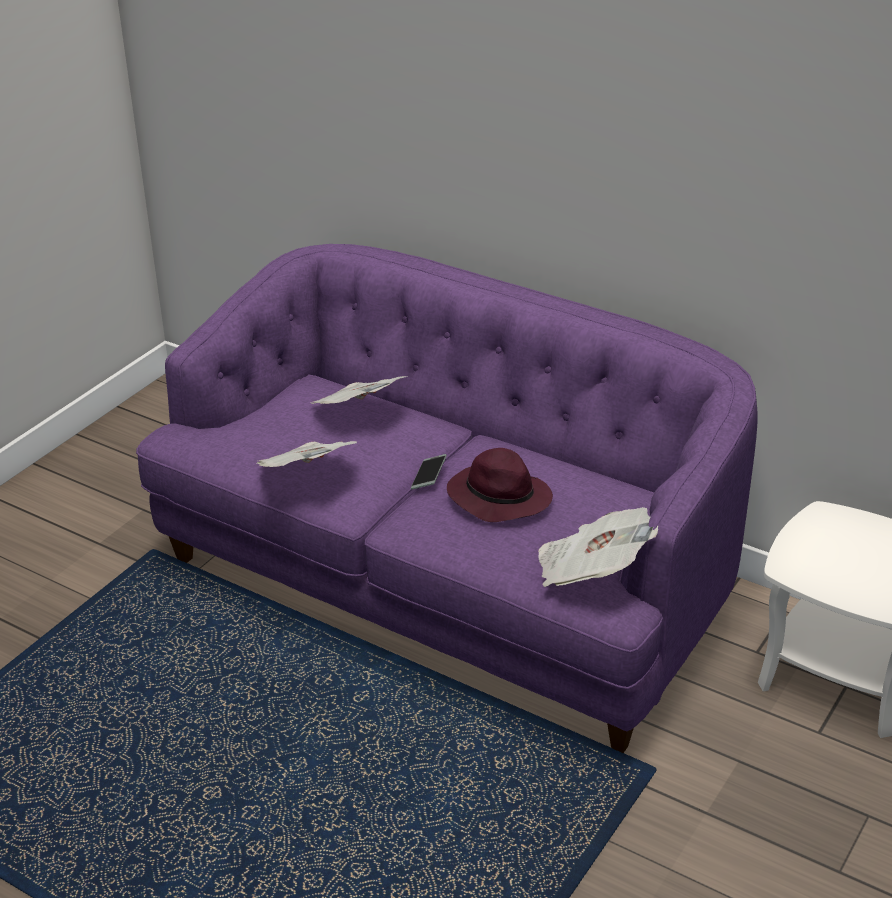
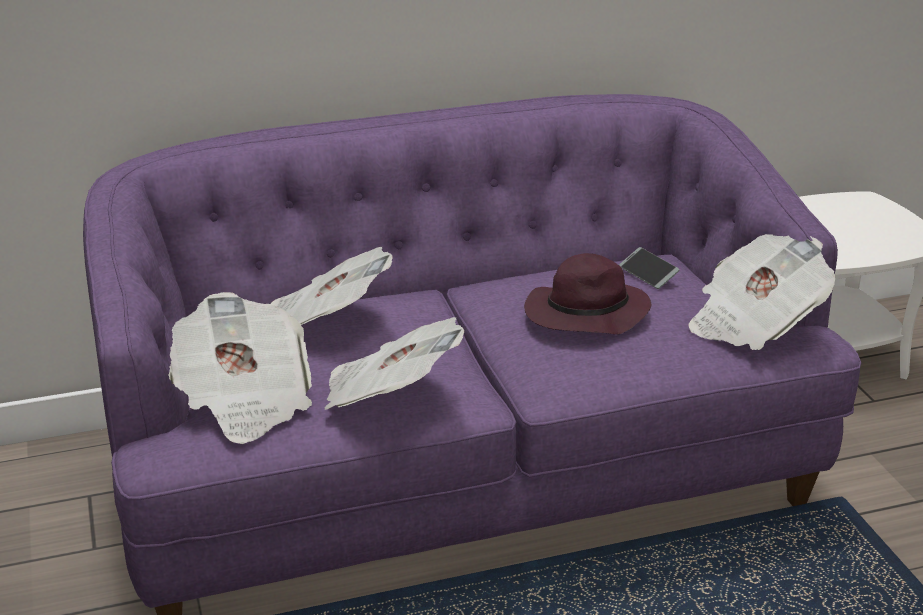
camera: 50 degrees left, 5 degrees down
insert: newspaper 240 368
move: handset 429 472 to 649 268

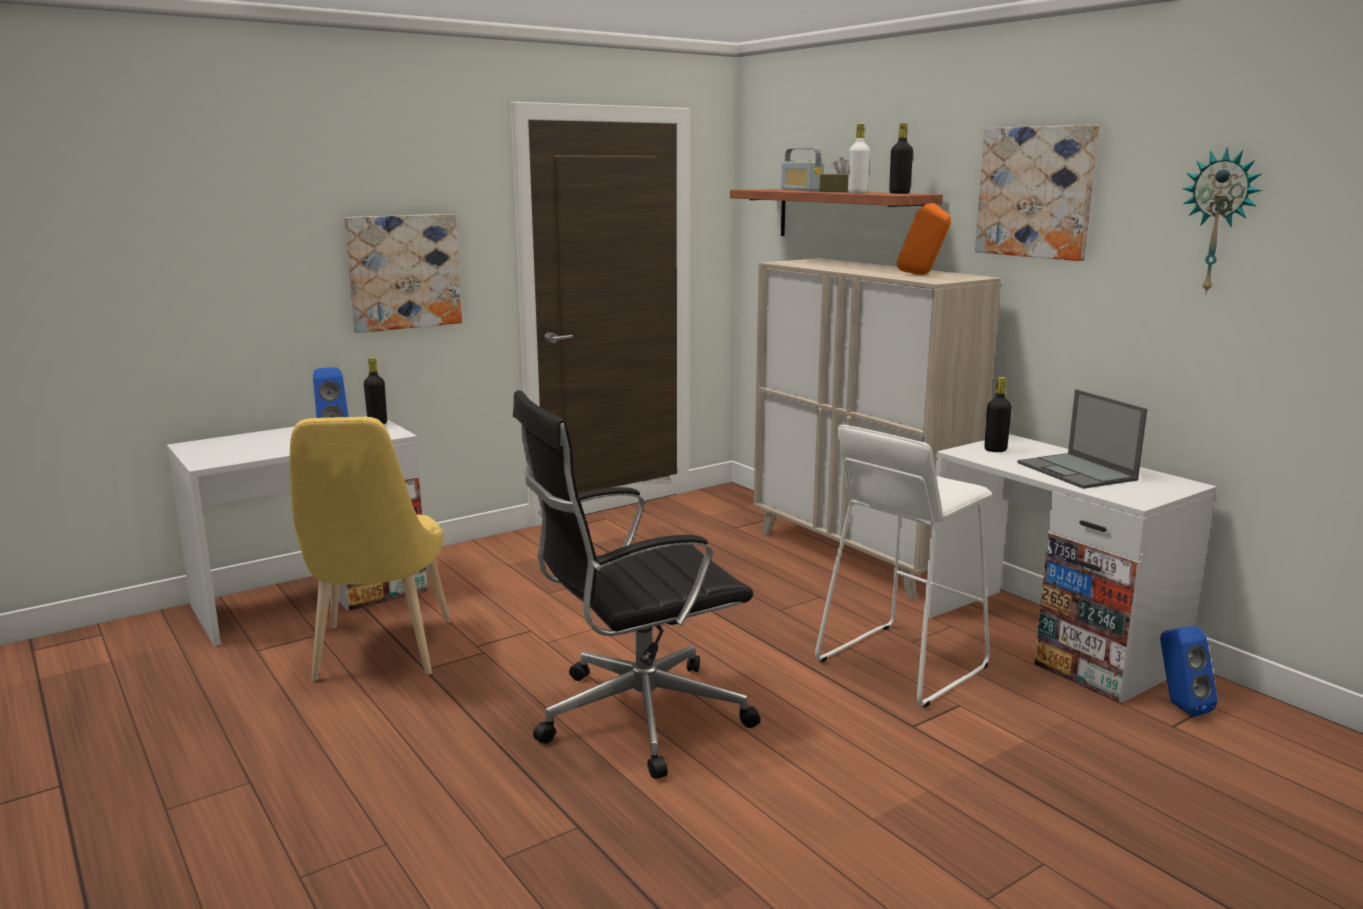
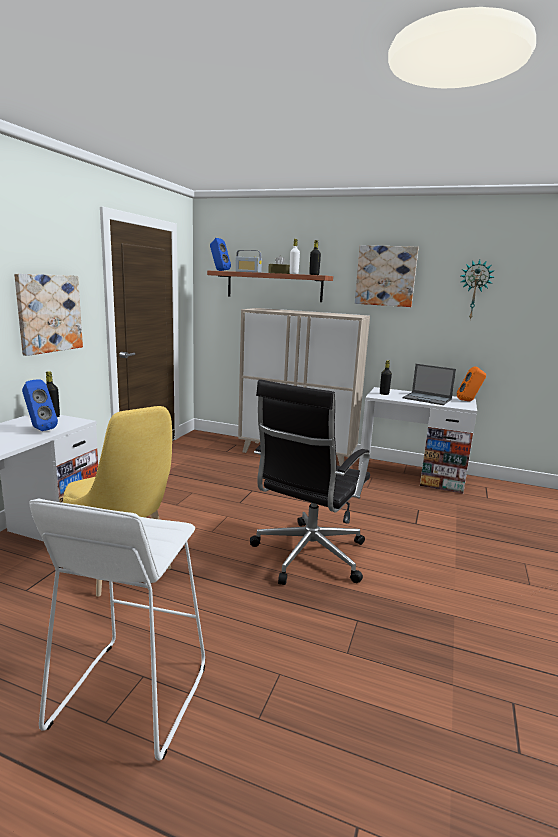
camera: 35 degrees left, 0 degrees up
move: speaker (orangey) 924 239 to 471 383; stool (whitish) 903 566 to 117 630; speaker (bluish) 1189 671 to 220 254

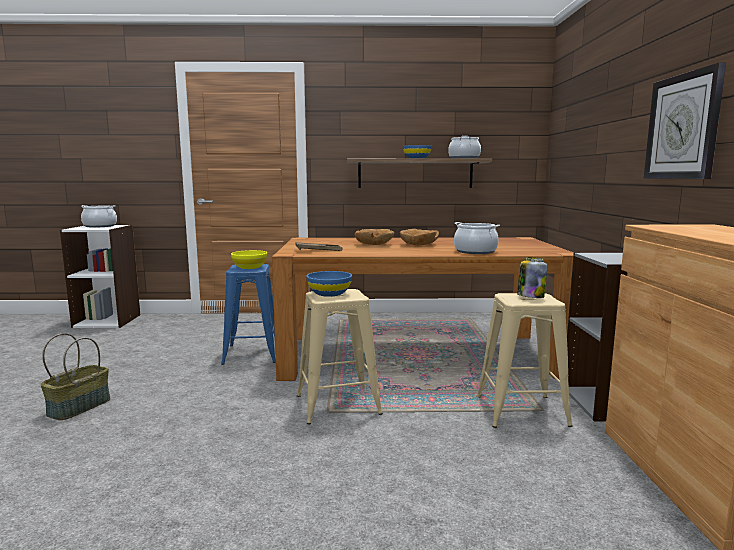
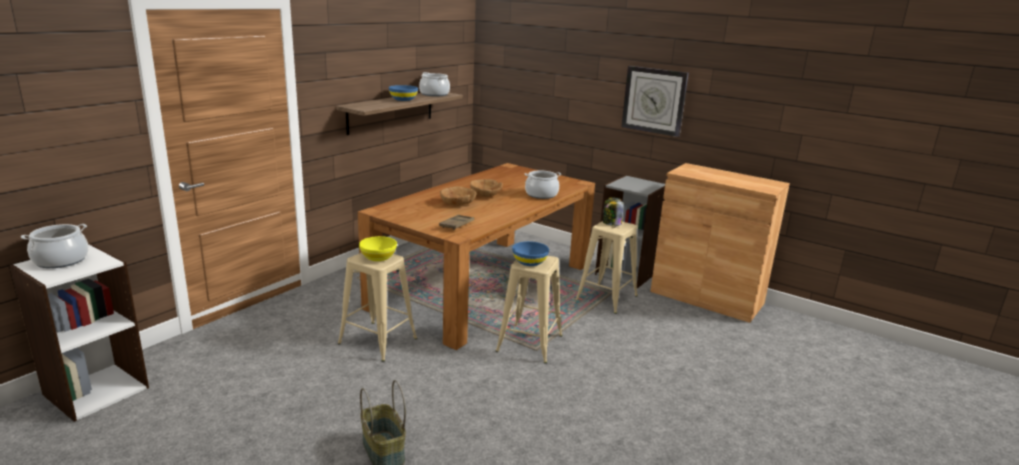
camera: 55 degrees left, 10 degrees up
recolor: stool (bluish) 248 314 to stool (sand-coloured) 377 307

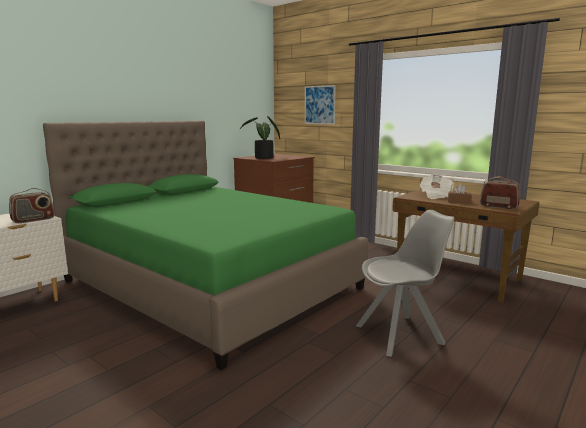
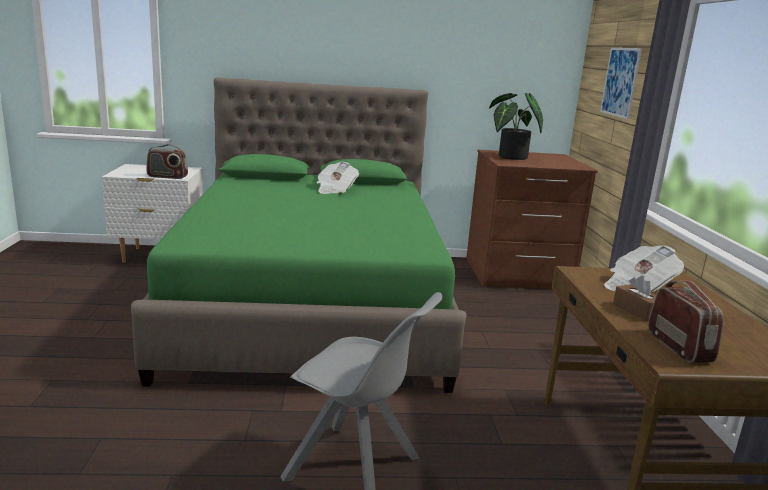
camera: 45 degrees right, 5 degrees up
insert: newspaper 338 178

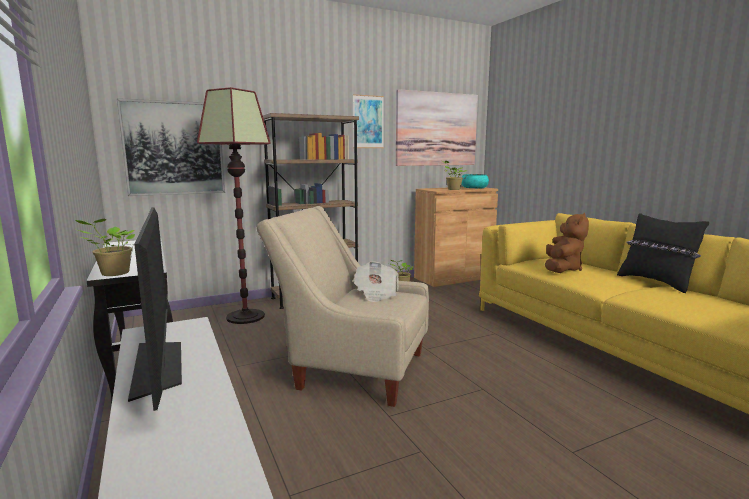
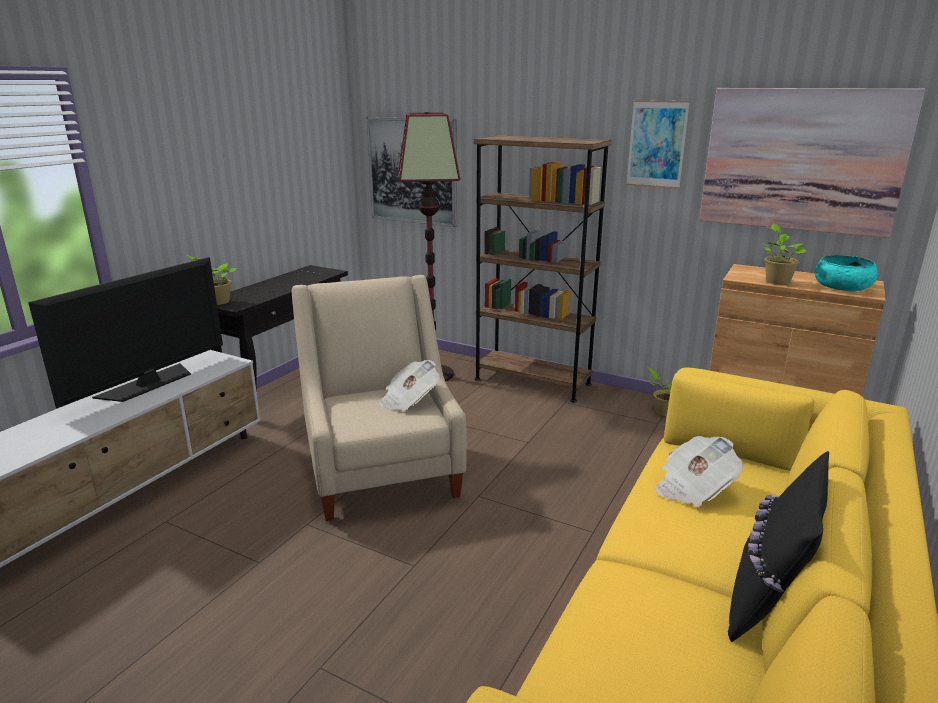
camera: 55 degrees right, 10 degrees up
replace: soft toy (brown-coloured) 567 243 to newspaper 699 471

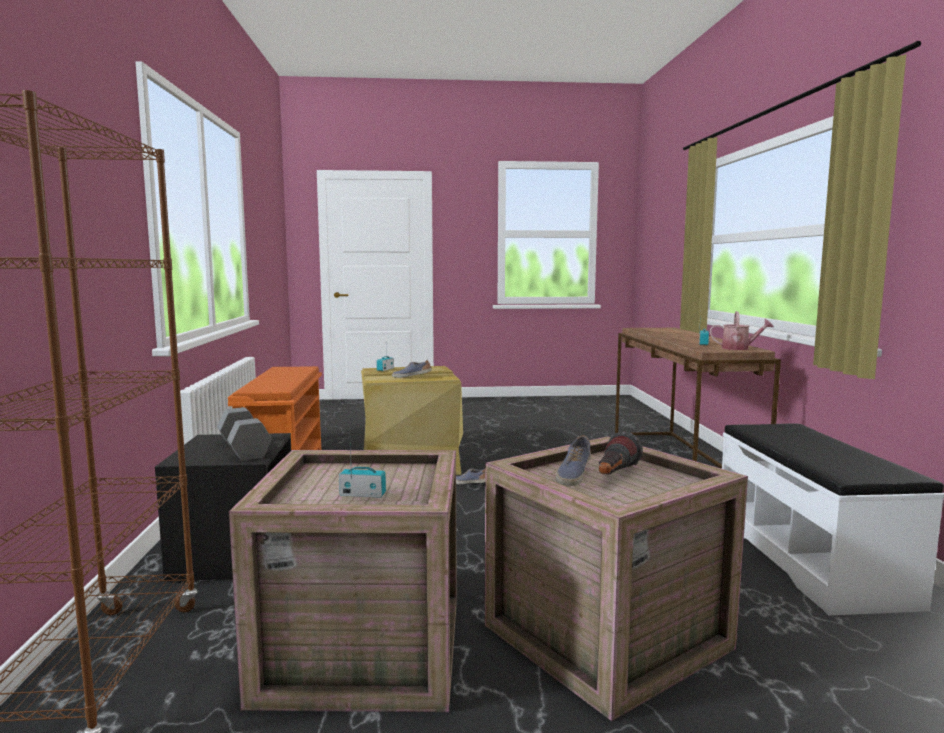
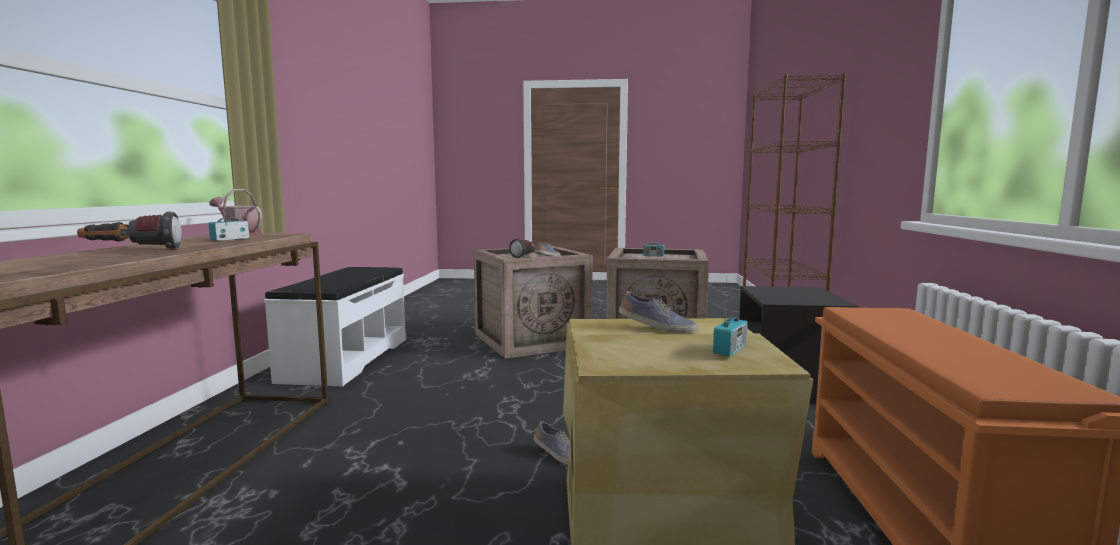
camera: 170 degrees left, 0 degrees up
delete: dumbbell (gray) 244 434
insert: flashlight 129 231

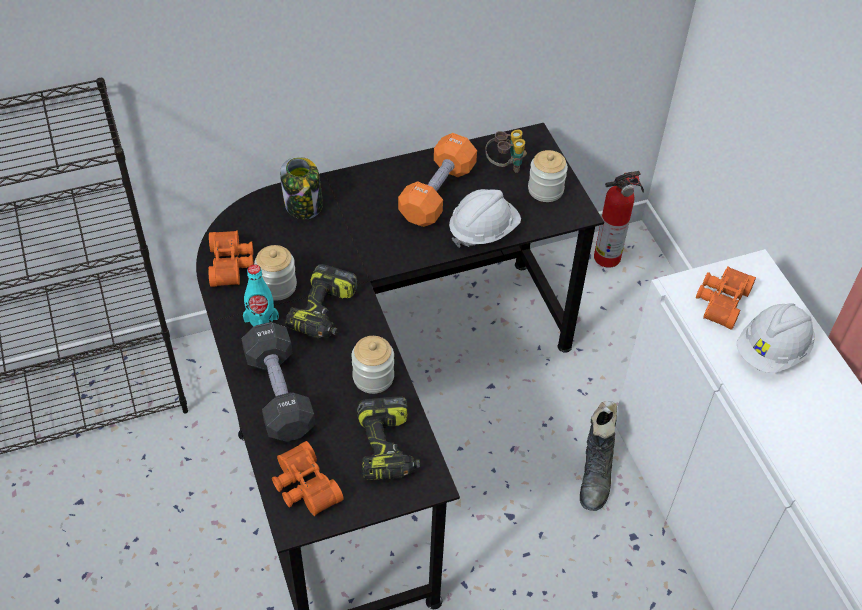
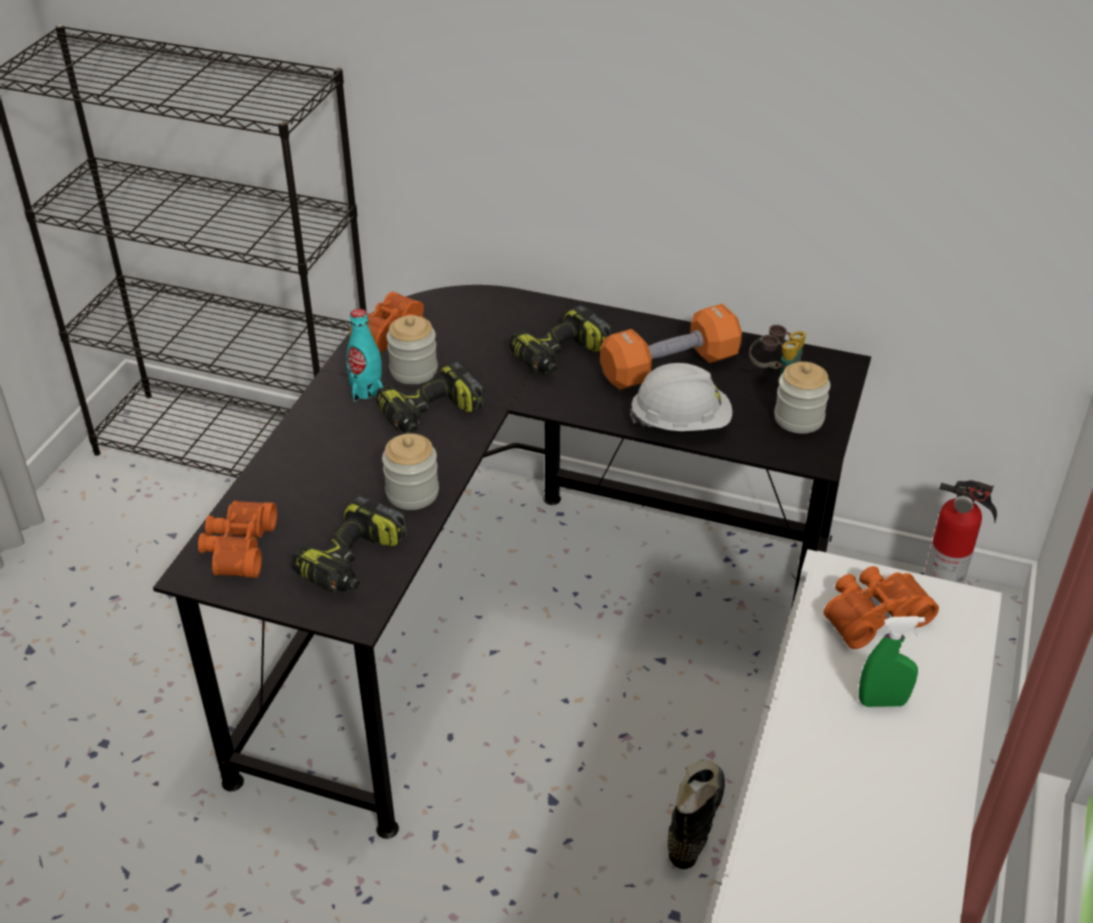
camera: 40 degrees right, 10 degrees down
delete: preserve jar 301 188; dumbbell (black-coloured) 278 382
insert: power drill 560 339
replace: hard hat (whitish) 776 338 to spray bottle (green) 892 661
rotate: high-top boot (black-coloured) 598 456 = 696 814 150 degrees clockwise

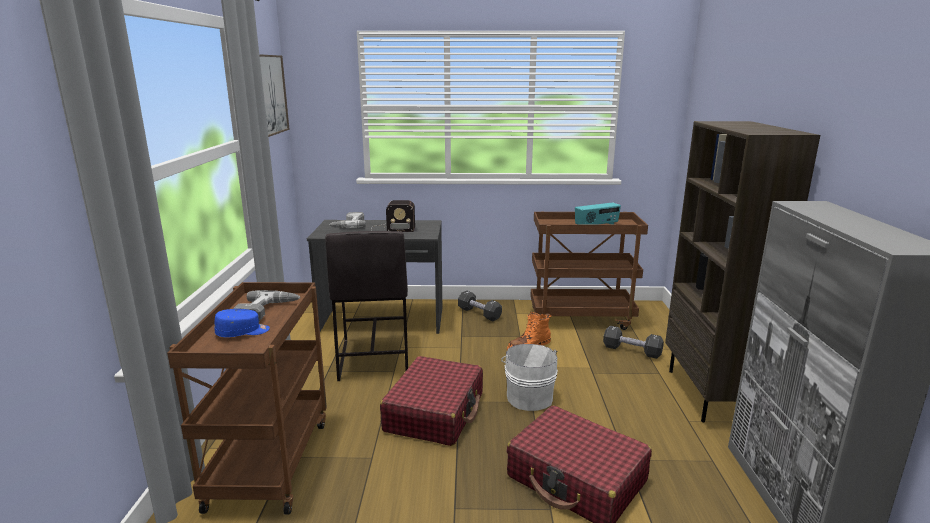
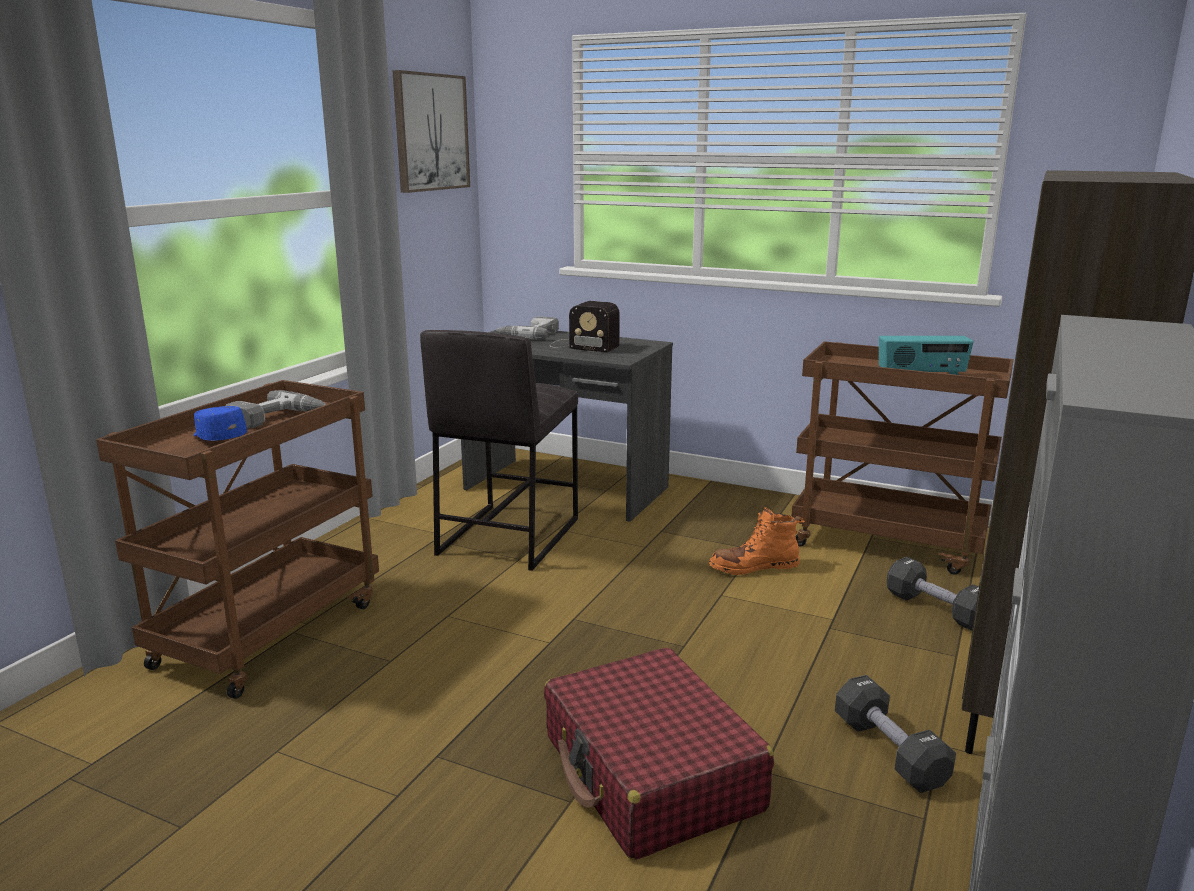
camera: 25 degrees right, 0 degrees up
delete: water bucket (whitish) 529 377; suitcase (red-coloured) 431 401
move: dumbbell (black-coloured) 480 306 to 895 734
rotate: baseball cap (bluish) 242 323 = 220 423 135 degrees counterclockwise

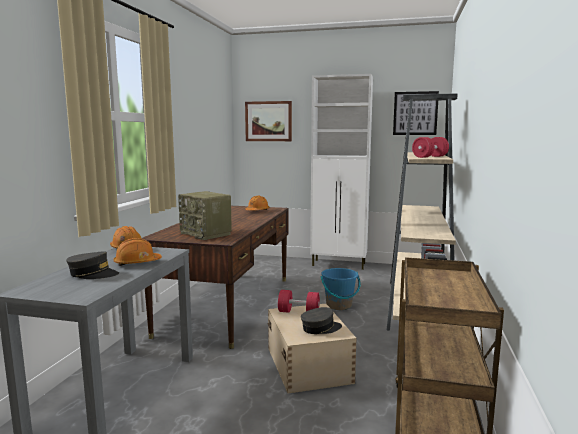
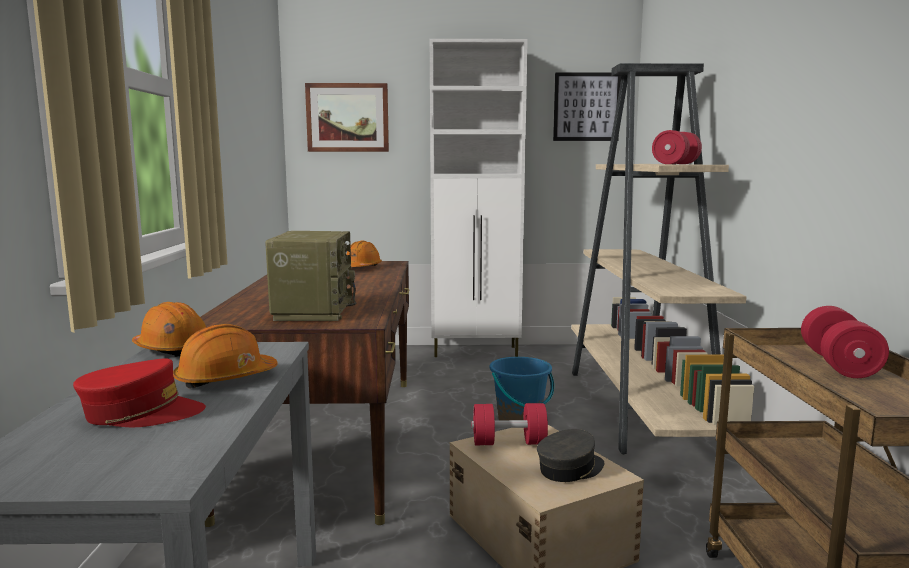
camera: 15 degrees left, 0 degrees up
insert: dumbbell (red-coloured) 845 342
recolor: baseball cap (gray) 92 265 to baseball cap (red-coloured) 139 392
rotate: radio 205 215 = 311 276 120 degrees counterclockwise

